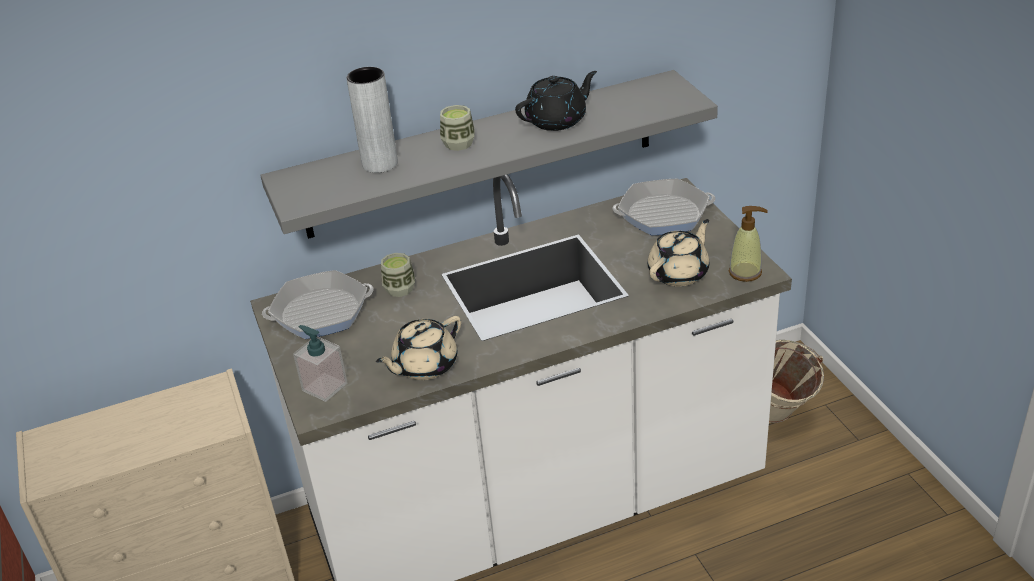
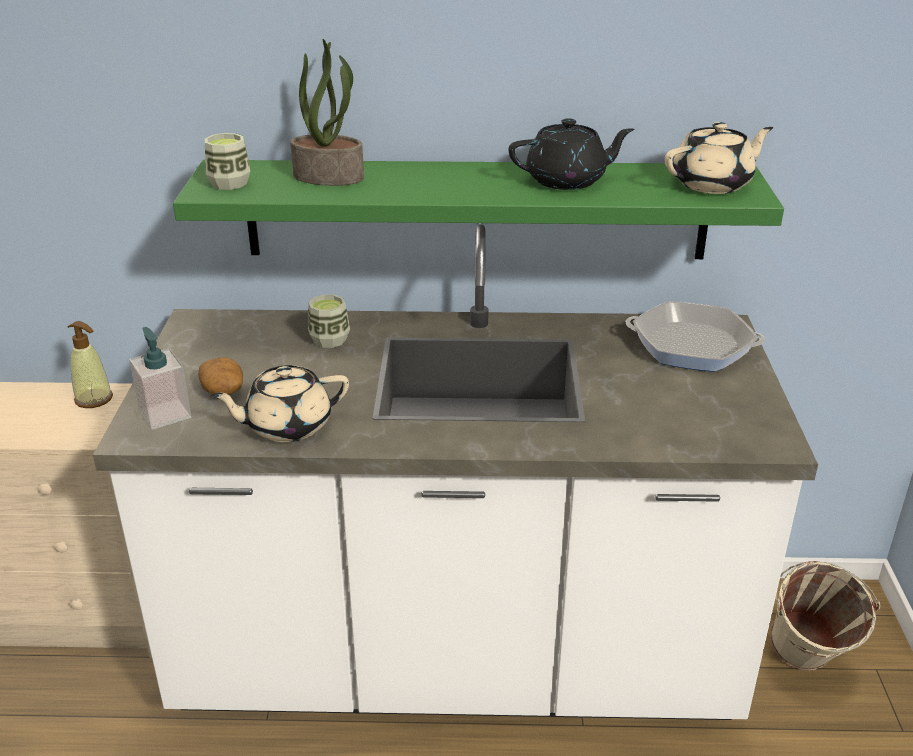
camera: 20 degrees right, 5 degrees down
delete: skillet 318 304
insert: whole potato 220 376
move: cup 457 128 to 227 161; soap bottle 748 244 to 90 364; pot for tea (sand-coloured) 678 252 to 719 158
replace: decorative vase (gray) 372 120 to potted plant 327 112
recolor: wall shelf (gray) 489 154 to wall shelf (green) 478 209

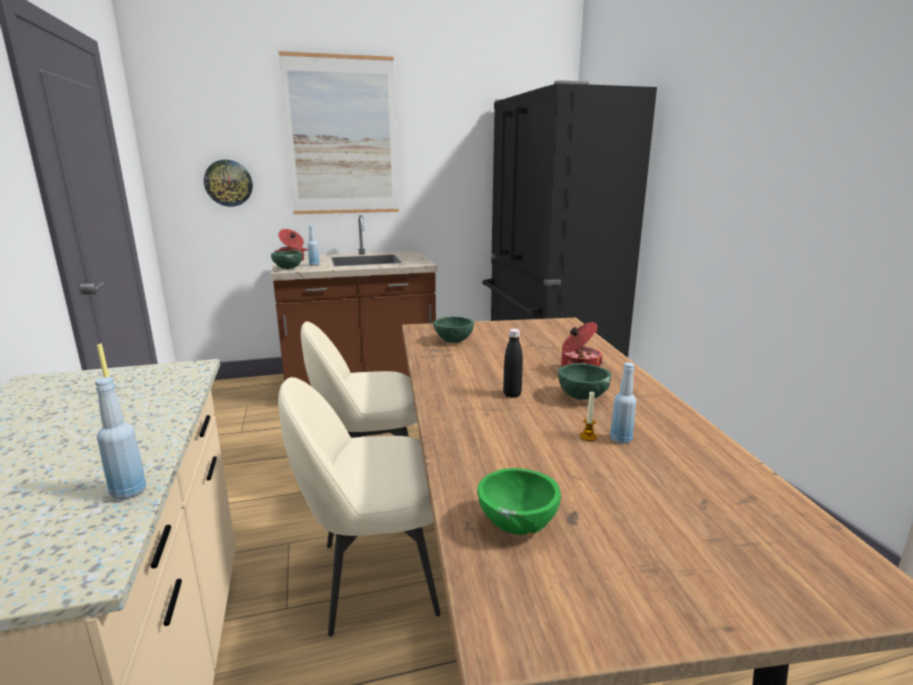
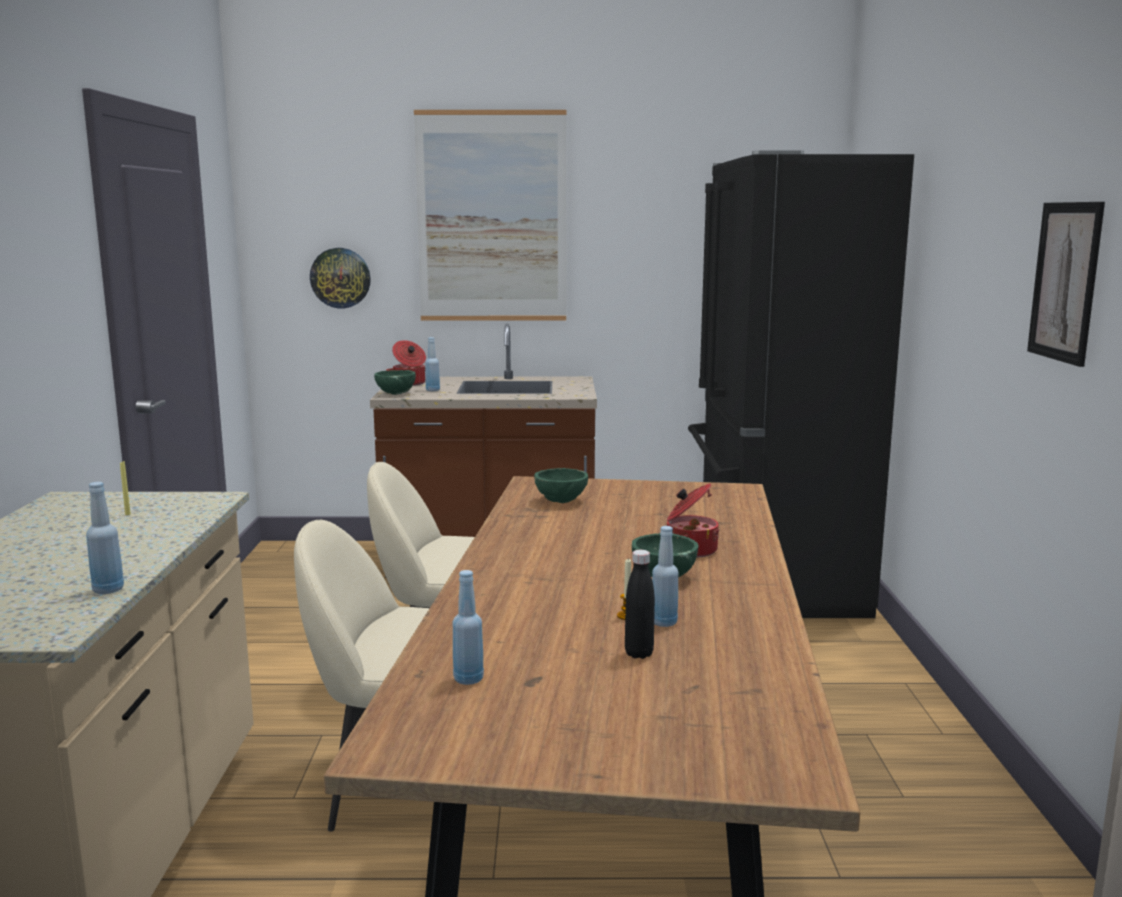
camera: 15 degrees right, 5 degrees down
insert: wall art 1066 284
move: beverage bottle (black-coloured) 513 363 to 640 604
replace: deep dish (green) 519 501 to beverage bottle (bluish) 468 627

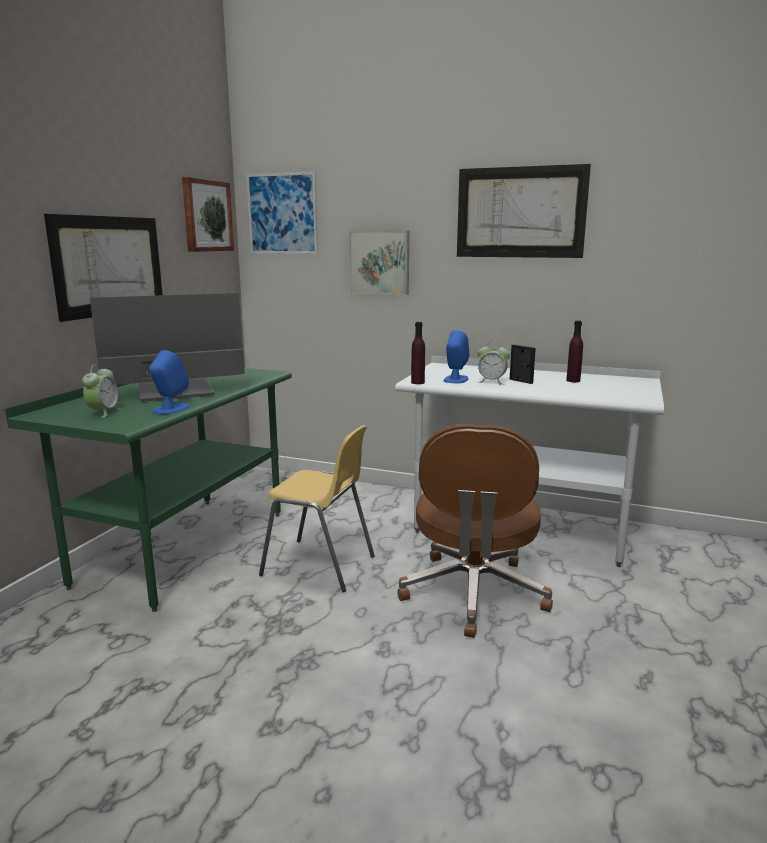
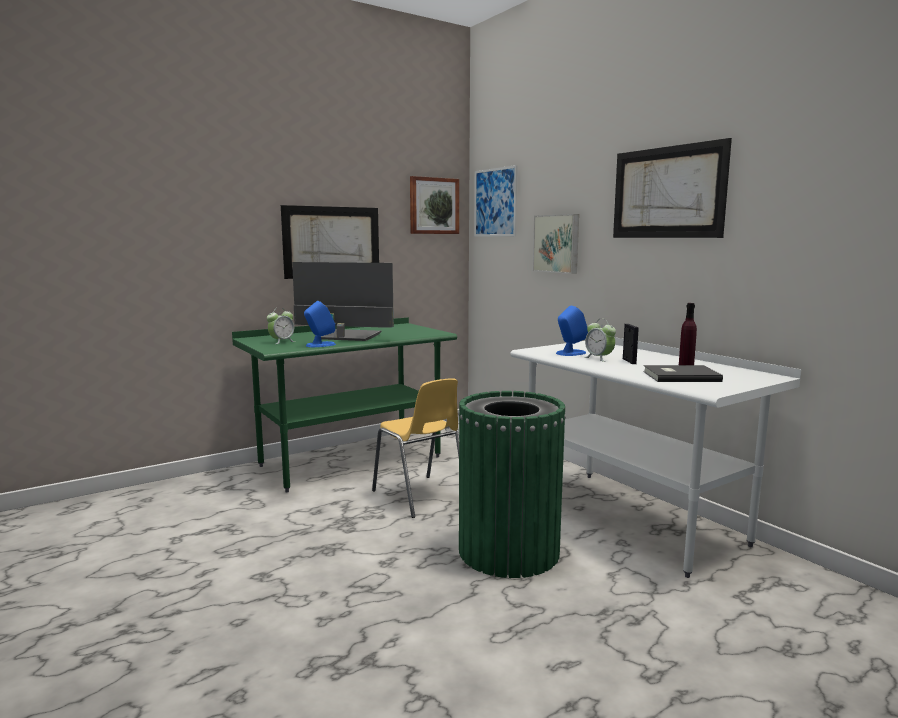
camera: 35 degrees right, 5 degrees down
delete: beverage bottle (purplish) 418 353
insert: volume (gray) 683 373
replace: office chair (brown-coloured) 475 531 to rubbish bin (green) 512 484

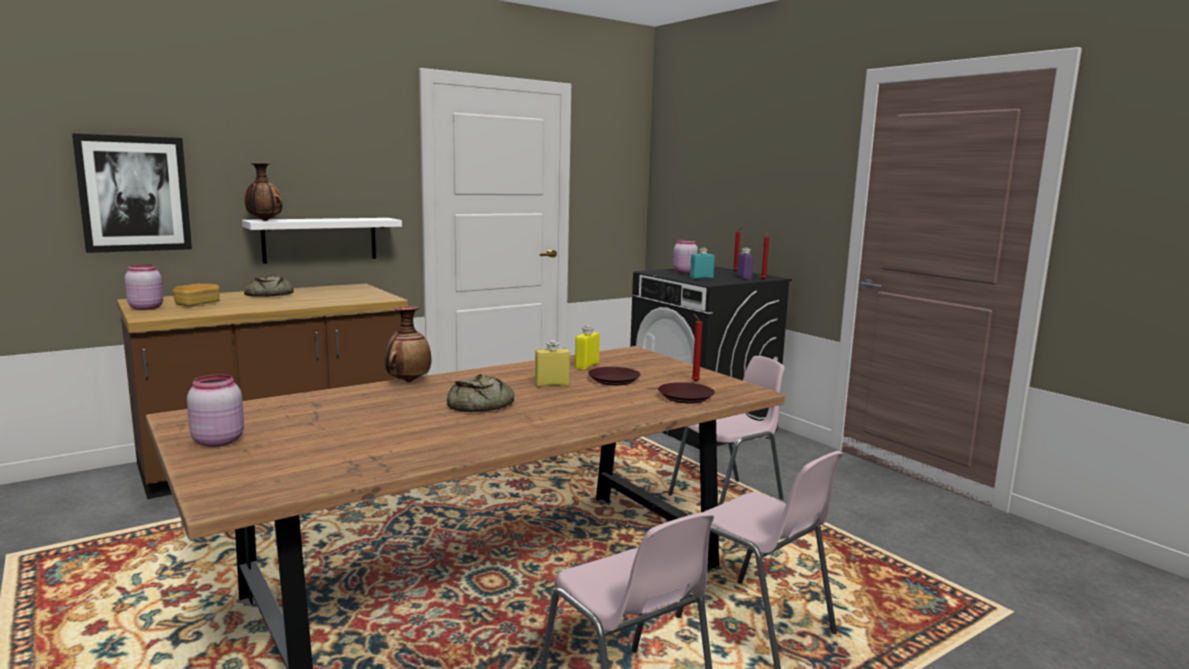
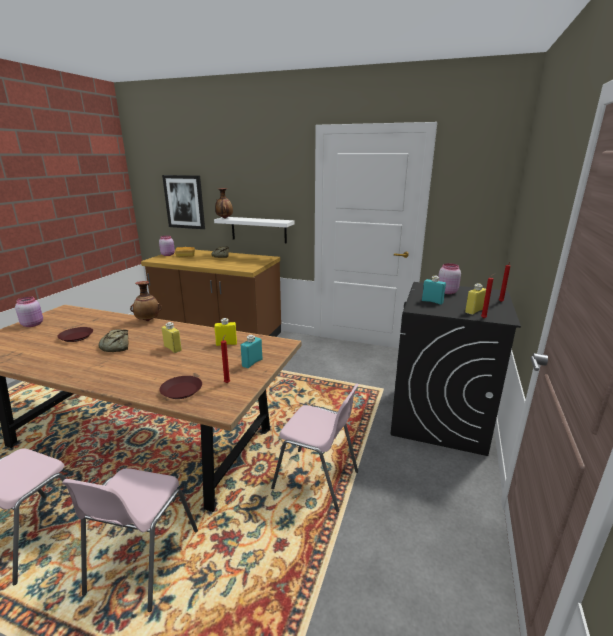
camera: 55 degrees right, 10 degrees up
insert: beverage bottle (turquoise-coloured) 252 351
move: flat dish (brown-coloured) 614 376 to 75 334
recolor: beverage bottle (purplish) 745 263 to beverage bottle (yellow) 475 299

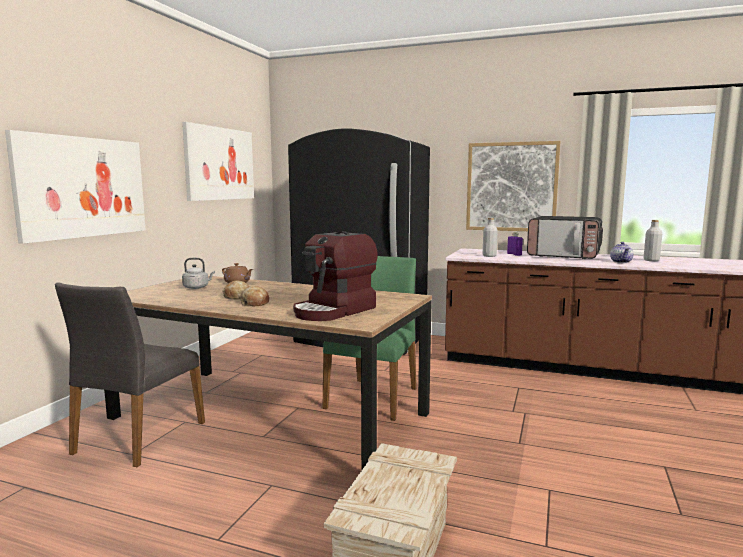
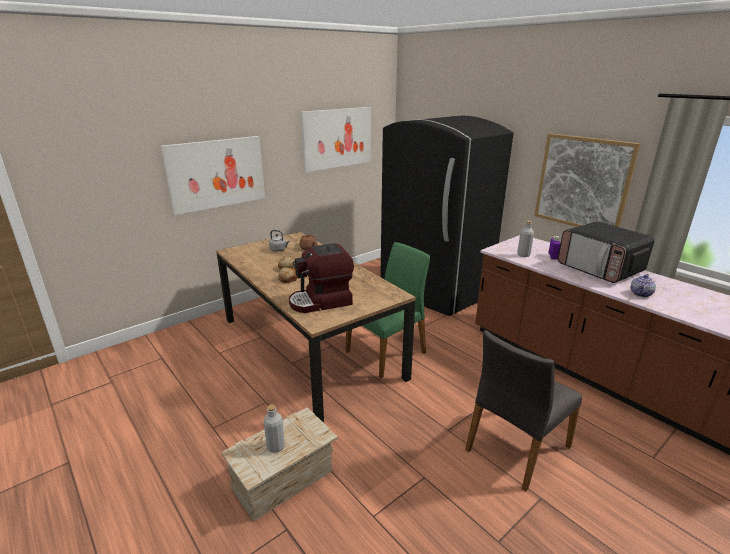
camera: 30 degrees right, 15 degrees up
move: beverage bottle (gray) 653 240 to 274 428; chair (gray) 130 374 to 523 410

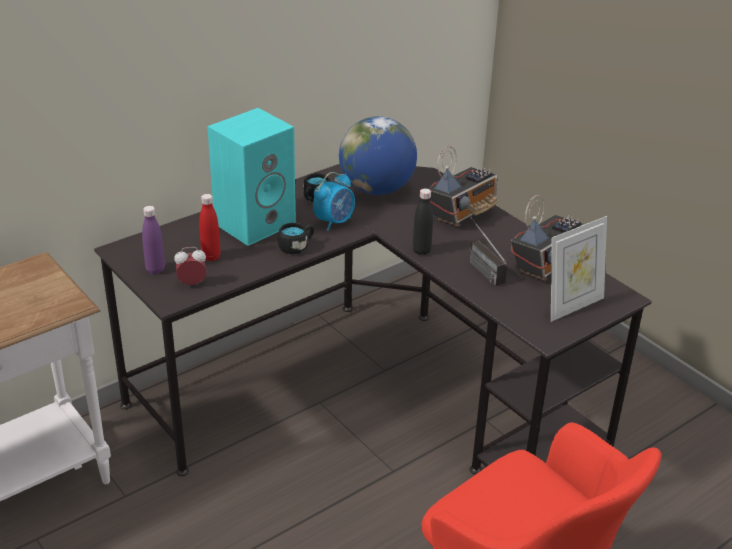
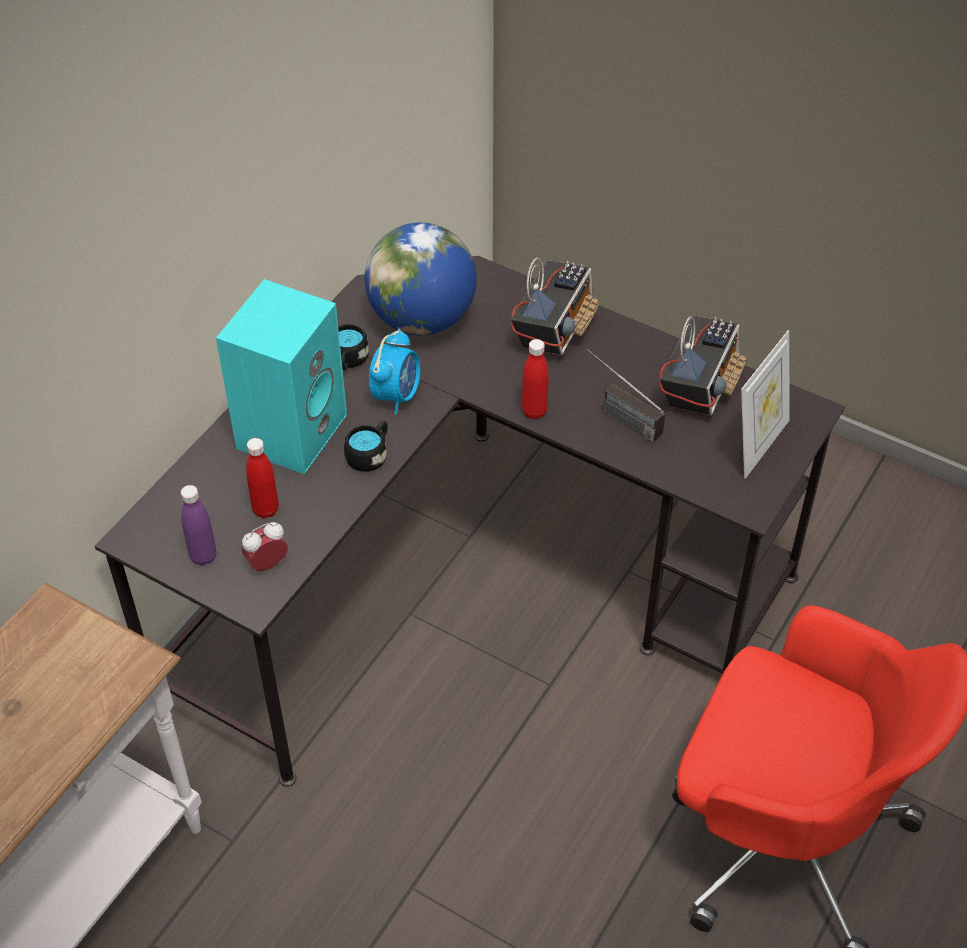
camera: 20 degrees left, 15 degrees up
recolor: beverage bottle (black-coloured) 423 221 to beverage bottle (red-coloured) 535 379

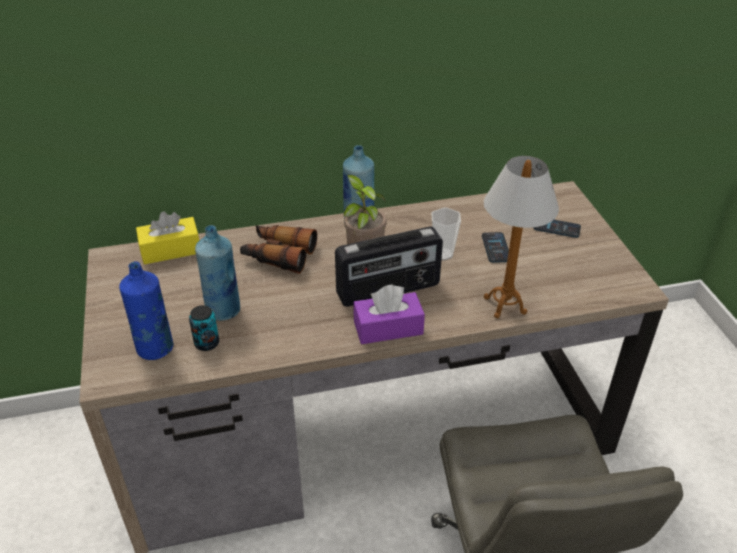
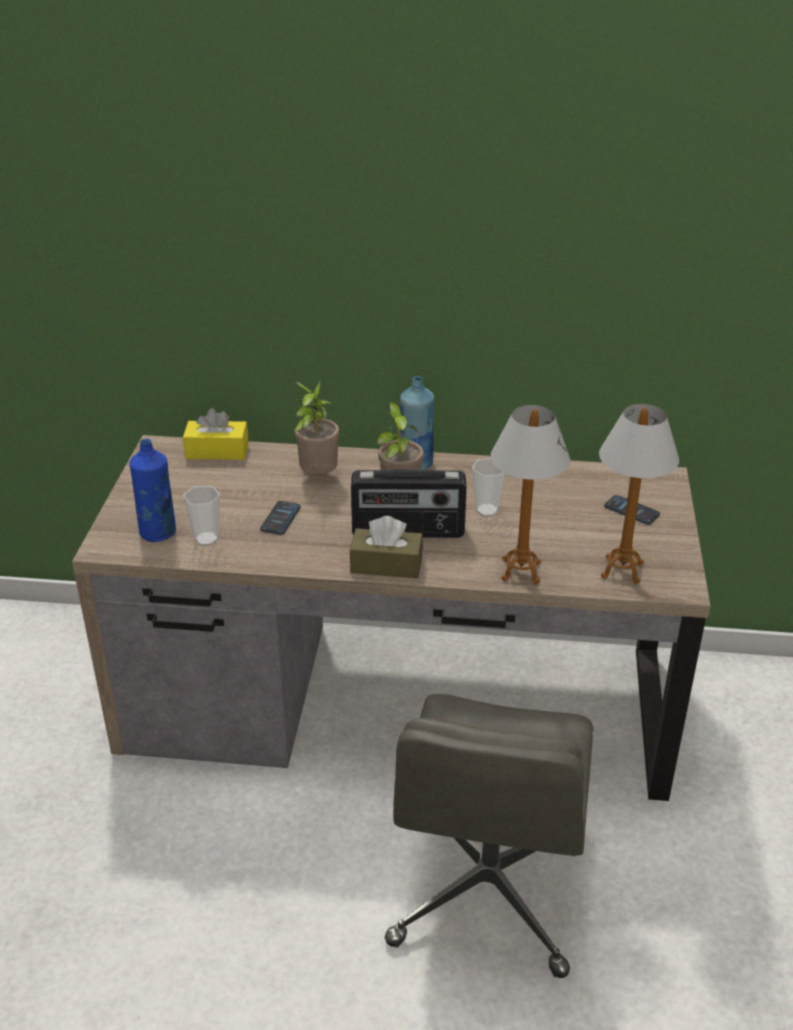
camera: 20 degrees right, 5 degrees down
delete: beverage bottle (bluish) 217 273
insert: tabletop lamp 639 494
move: handset 495 247 to 280 518
replace: pair of binoculars 278 249 to potted plant 316 428; can 204 328 to cup 201 516
recolor: tissue holder (purplish) 389 314 to tissue holder (brown-coloured) 386 547

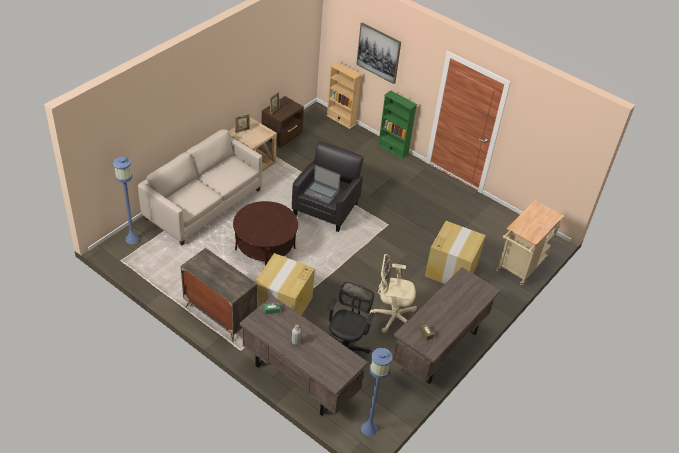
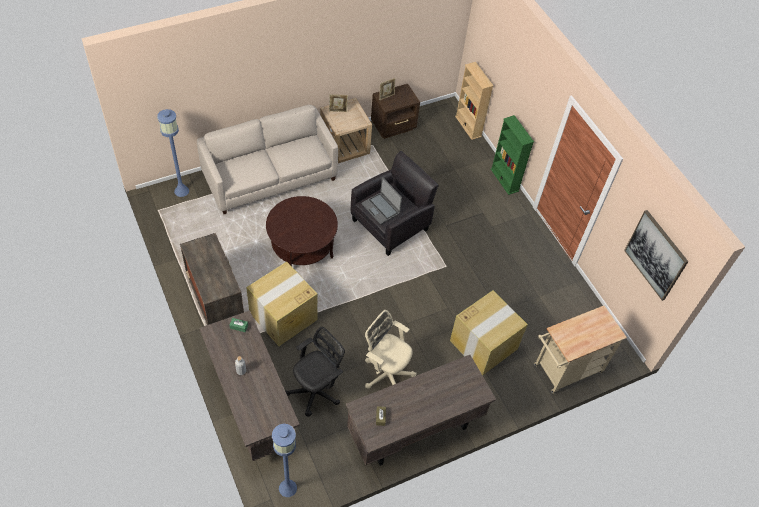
camera: 25 degrees right, 10 degrees up
move: wall art 378 53 to 656 255

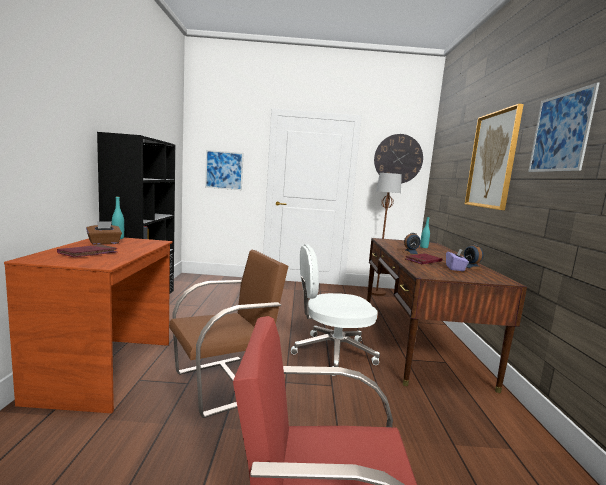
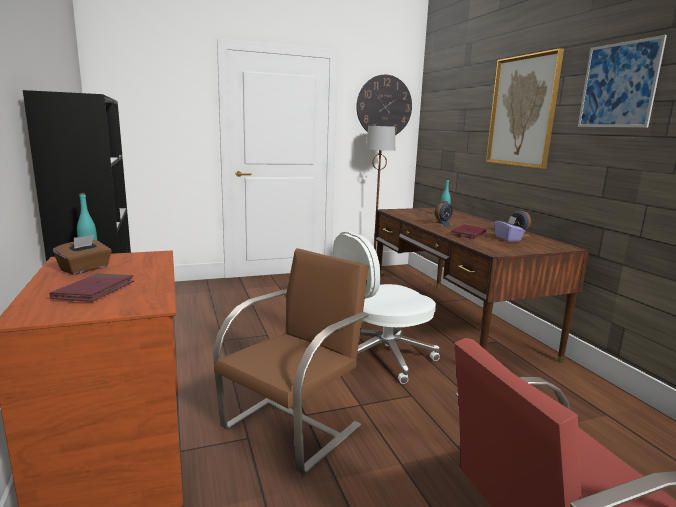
camera: 20 degrees left, 5 degrees up
delete: wall art 224 170

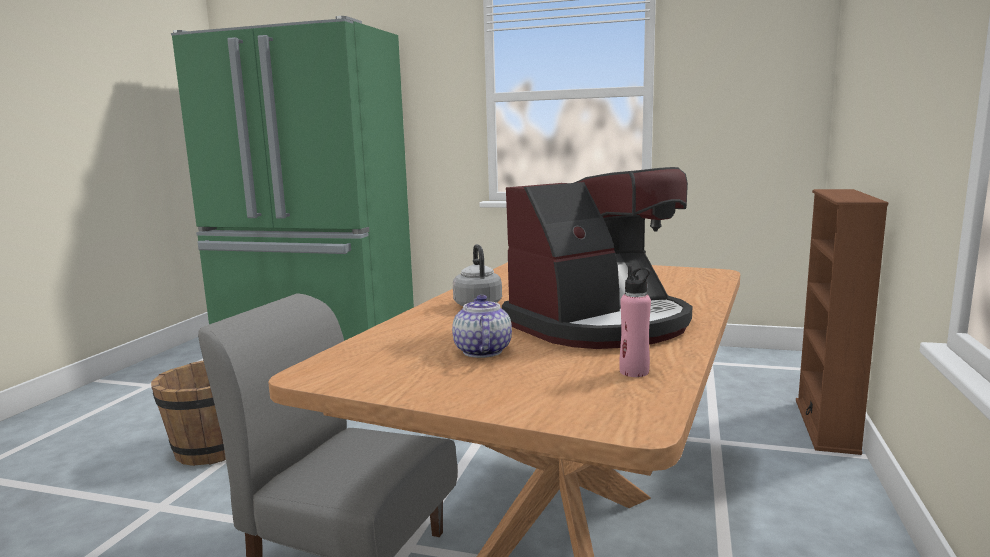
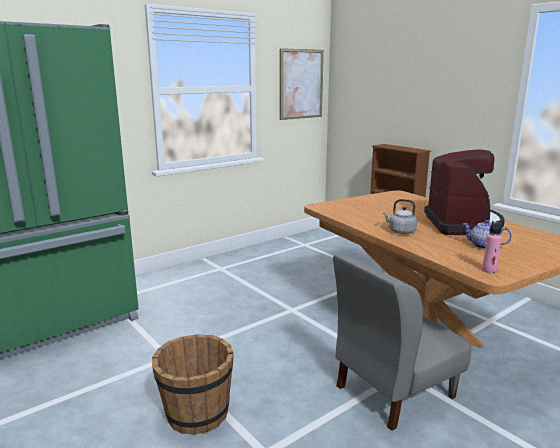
camera: 55 degrees left, 5 degrees up
insert: wall art 302 84
move: beverage bottle (pink-coloured) 635 321 to 493 246

